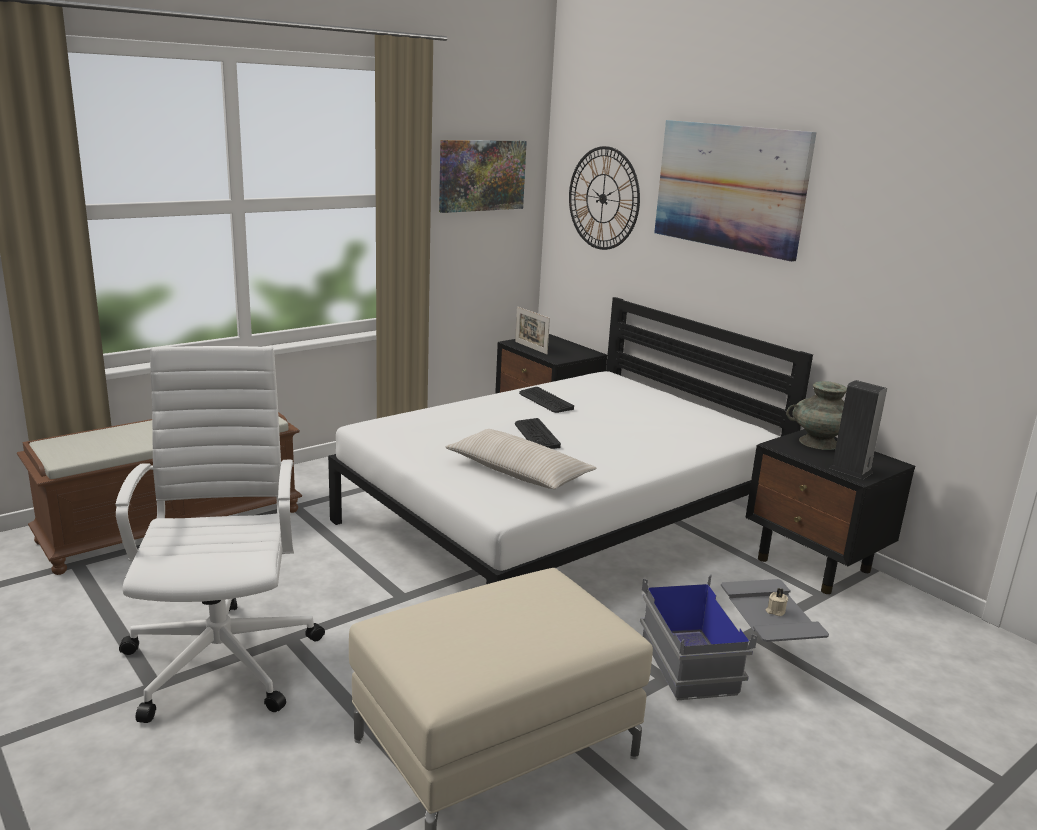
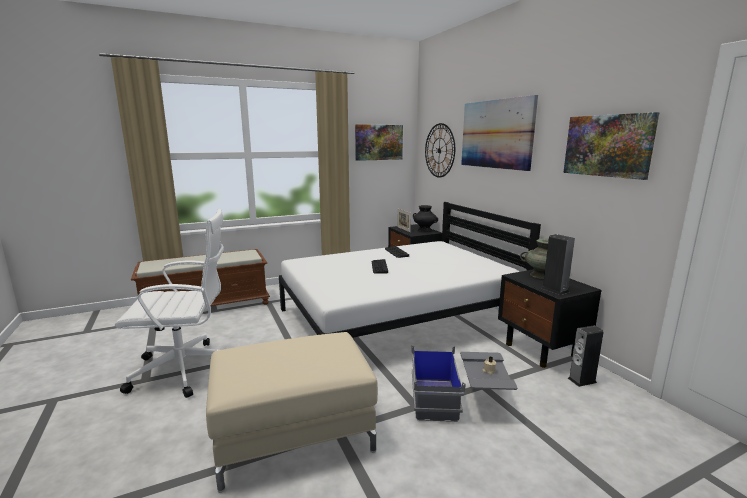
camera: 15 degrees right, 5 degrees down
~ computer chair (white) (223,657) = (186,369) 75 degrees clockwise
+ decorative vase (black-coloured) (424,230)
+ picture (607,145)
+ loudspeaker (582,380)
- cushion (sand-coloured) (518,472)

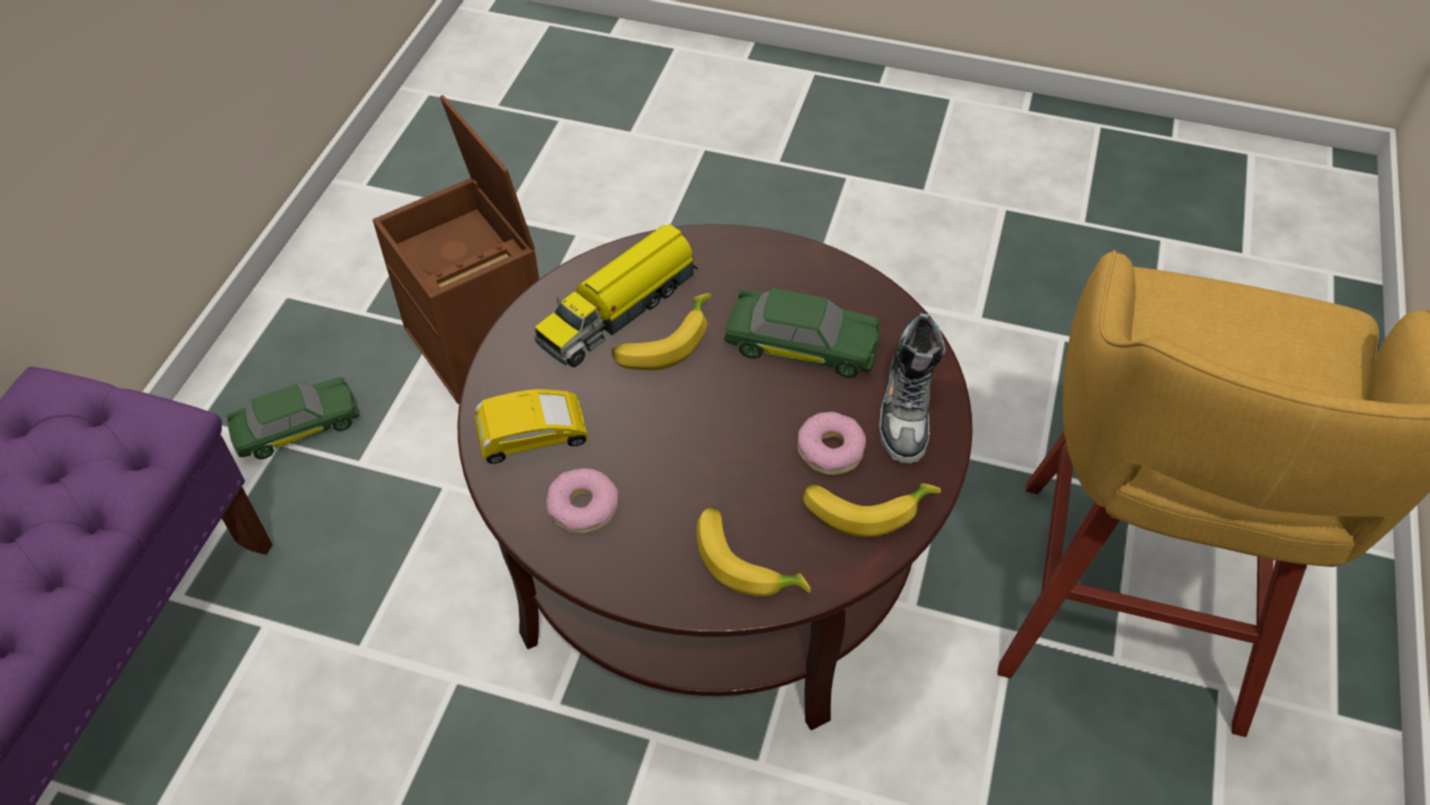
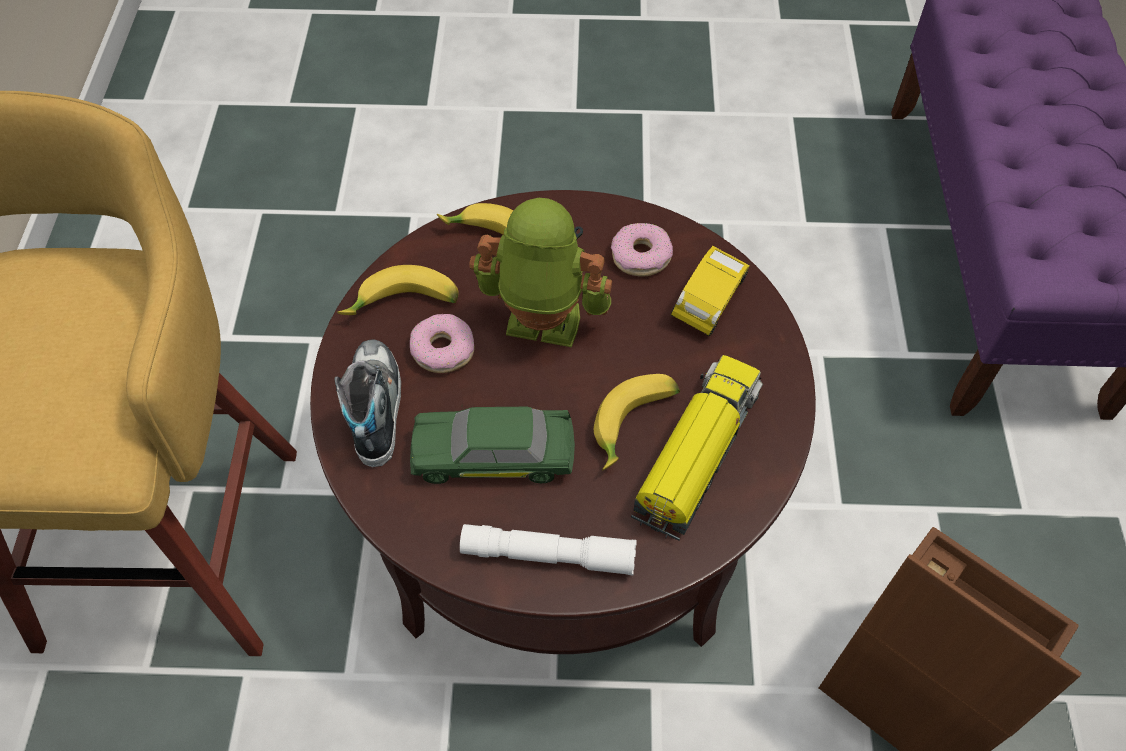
camera: 165 degrees right, 5 degrees up
+ flashlight (white) (548,555)
+ model robot (541,326)
~ miniature car (yellow-coloured) (533,440) = (711,301) 150 degrees clockwise
- miniature car (green-coloured) (297,427)

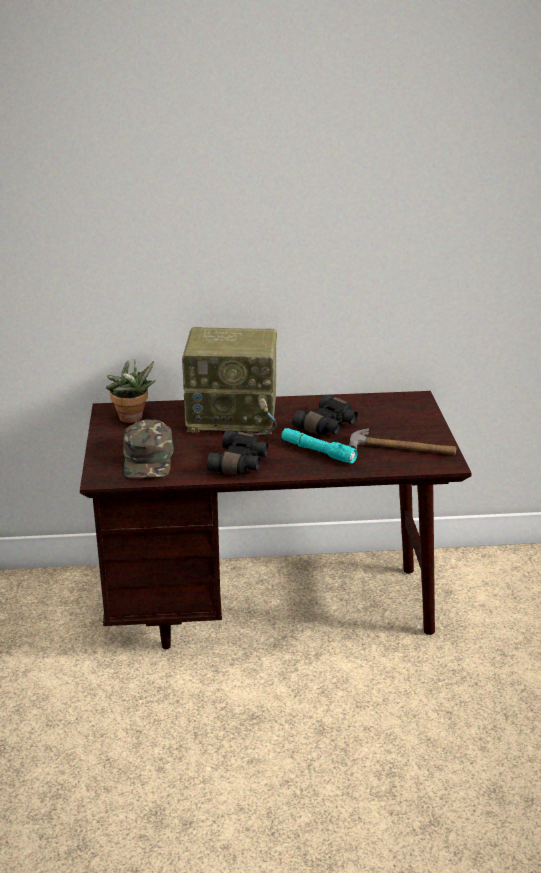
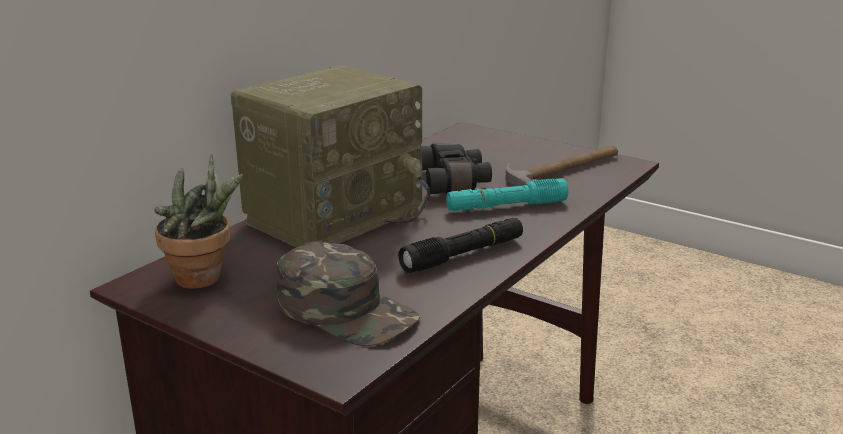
camera: 50 degrees left, 5 degrees down
~ field glasses (black-coloured) (240,463) to flashlight (black-coloured) (463,255)

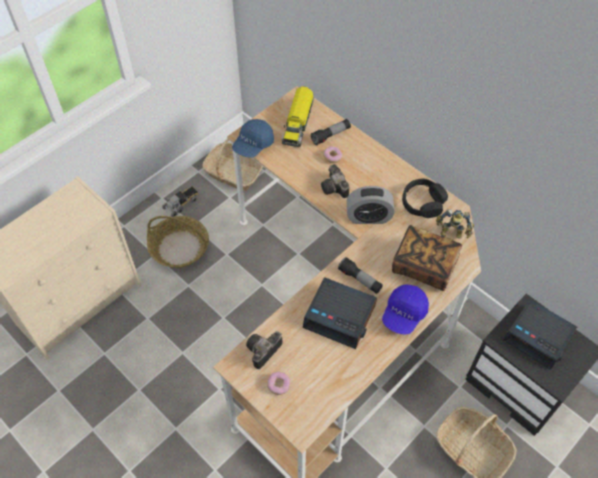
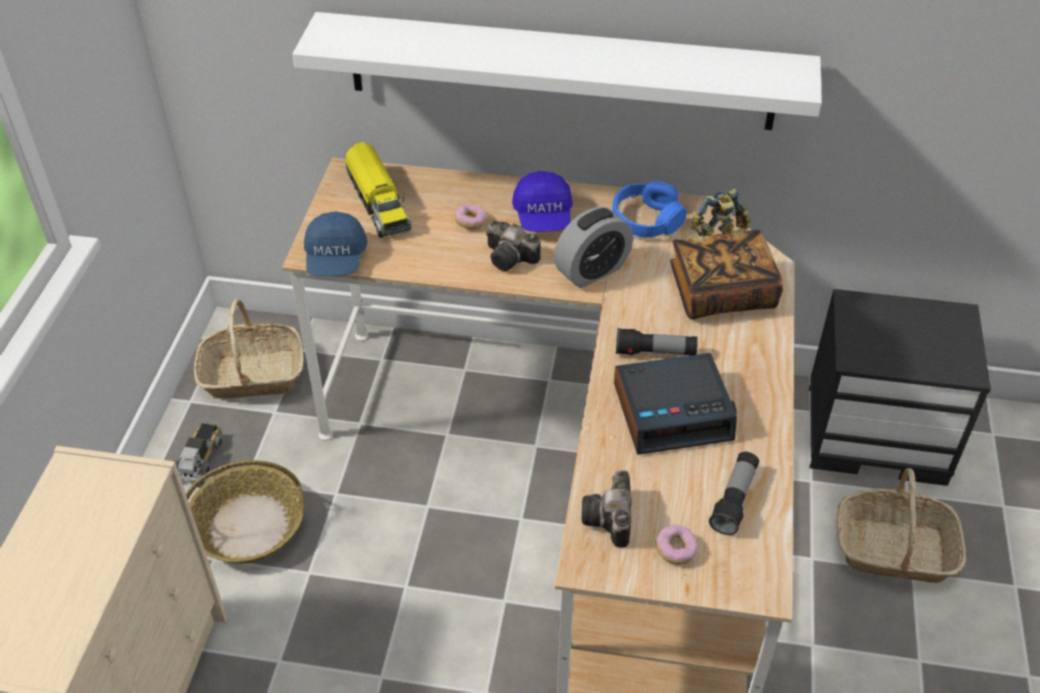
camera: 35 degrees left, 10 degrees down
+ wall shelf (white) (560,71)
~ cap (blue-coloured) (404,314) to (543,217)
~ headset (black-coloured) (423,203) to headset (blue-coloured) (647,220)
~ flashlight (331,135) to (734,500)
- bedside clock (539,337)

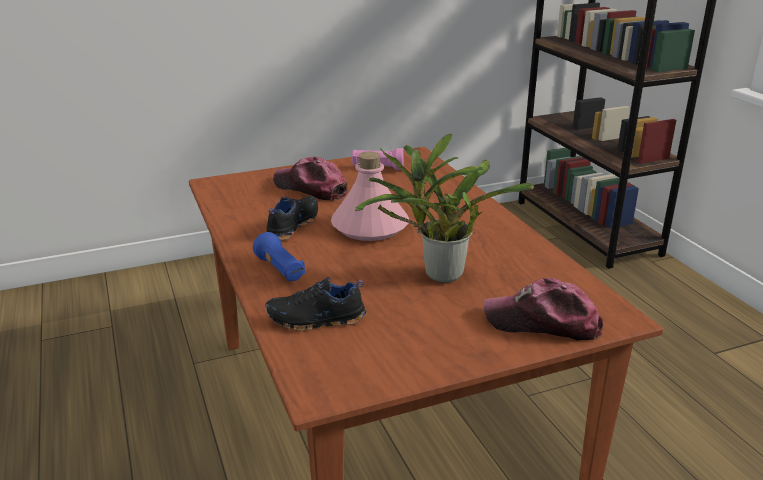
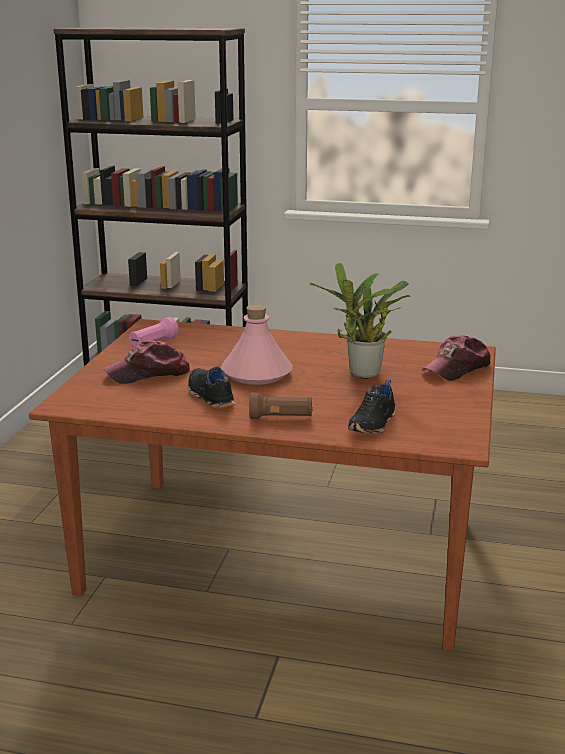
camera: 55 degrees left, 5 degrees down
~ flashlight (blue-coloured) (280,270) to flashlight (brownish) (281,418)

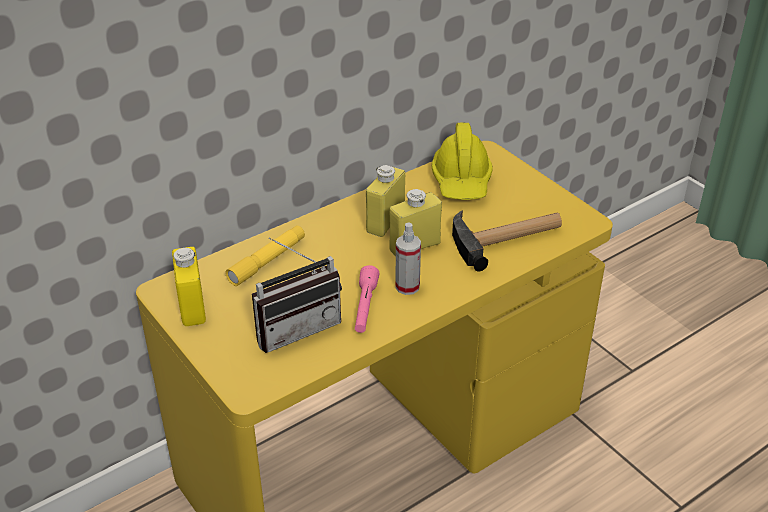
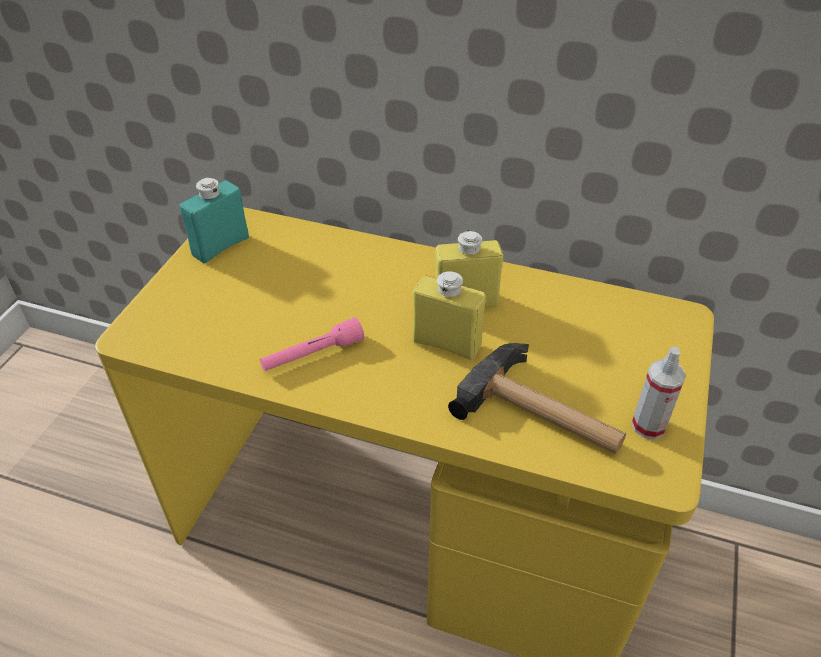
camera: 55 degrees right, 5 degrees up
~ beverage bottle (yellow-coloured) (192,307) to beverage bottle (blue-green) (221,246)
~ sprayer (407,286) to (648,426)
- flashlight (yellow-coloured) (267,261)
- radio receiver (295,327)
- hard hat (yellow-coloured) (462,180)

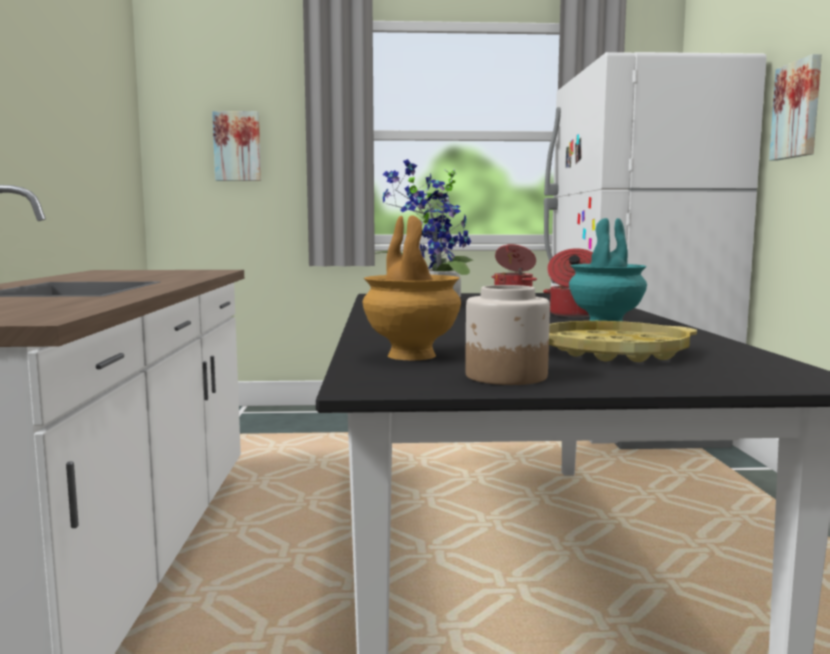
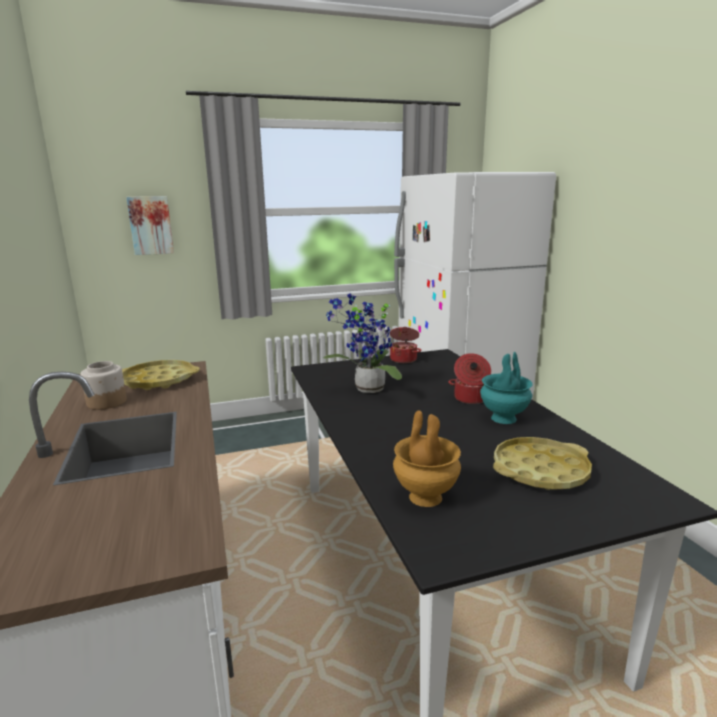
camera: 15 degrees left, 10 degrees up
~ preserve jar (506,376) to (106,402)
+ tray (yellow-coloured) (158,380)
- picture (798,110)

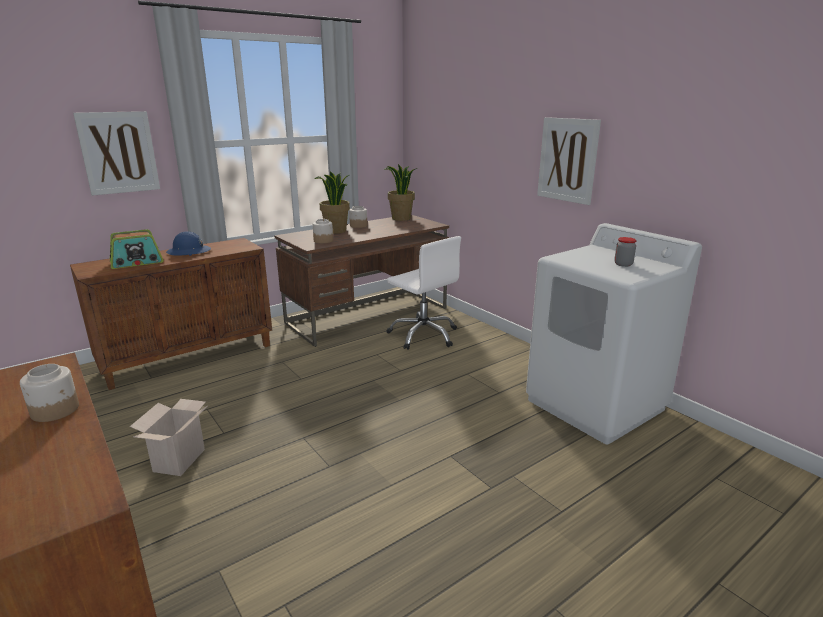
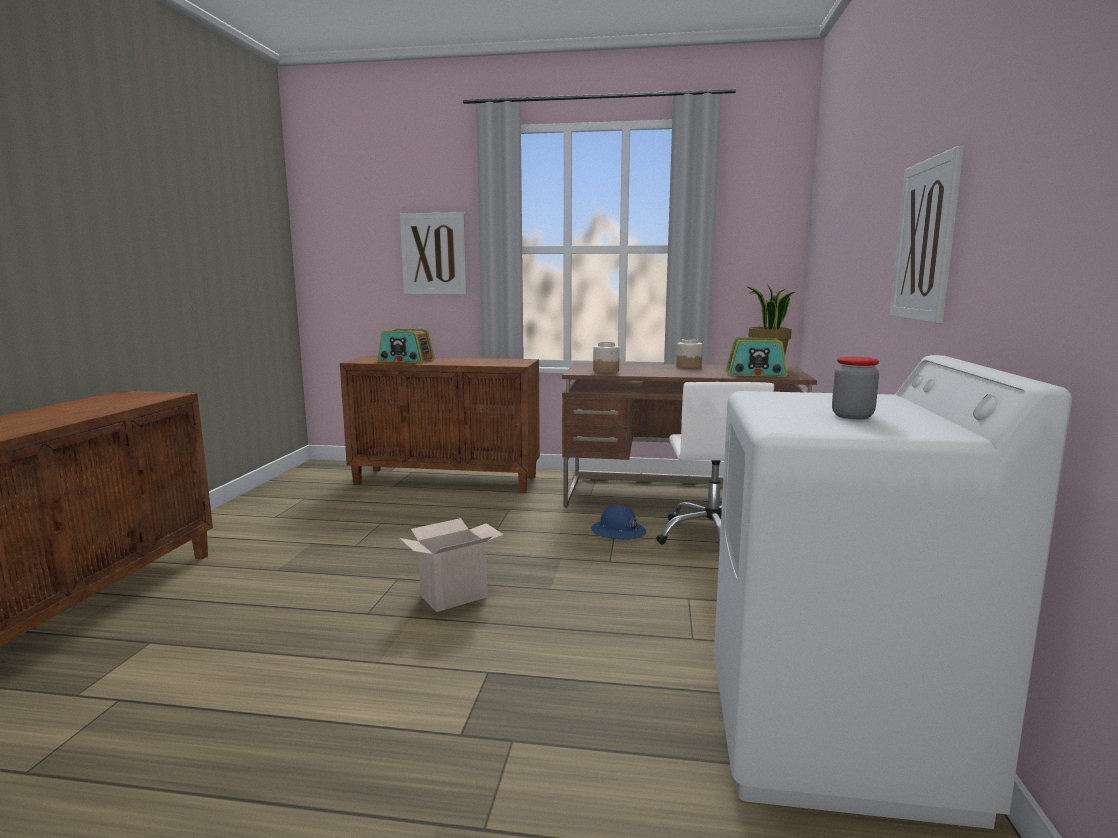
camera: 45 degrees right, 10 degrees down
~ packing box (179,459) to (454,595)
~ hard hat (blue-coloured) (189,252) to (618,532)
+ radio receiver (755,374)
- preserve jar (56,410)
- houseplant (336,231)

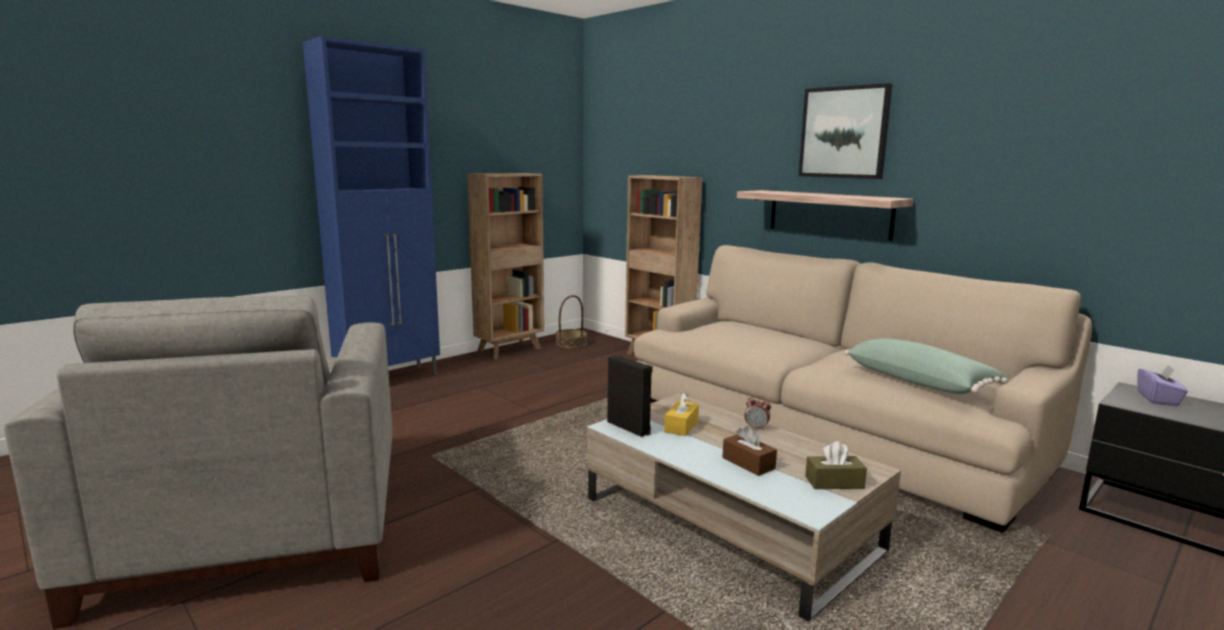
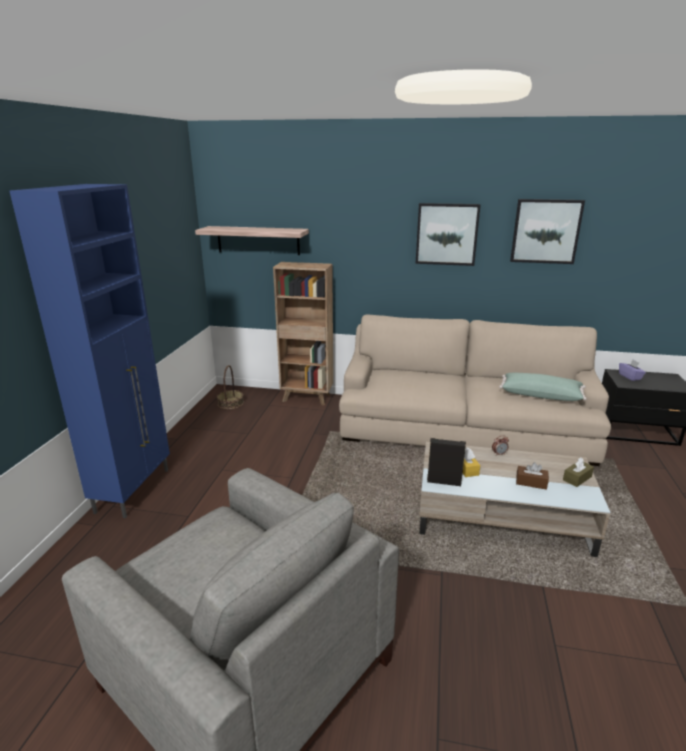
camera: 35 degrees left, 10 degrees up
~ wall shelf (829,214) to (258,240)
+ picture (545,231)
- bookcase (brownish) (510,350)

